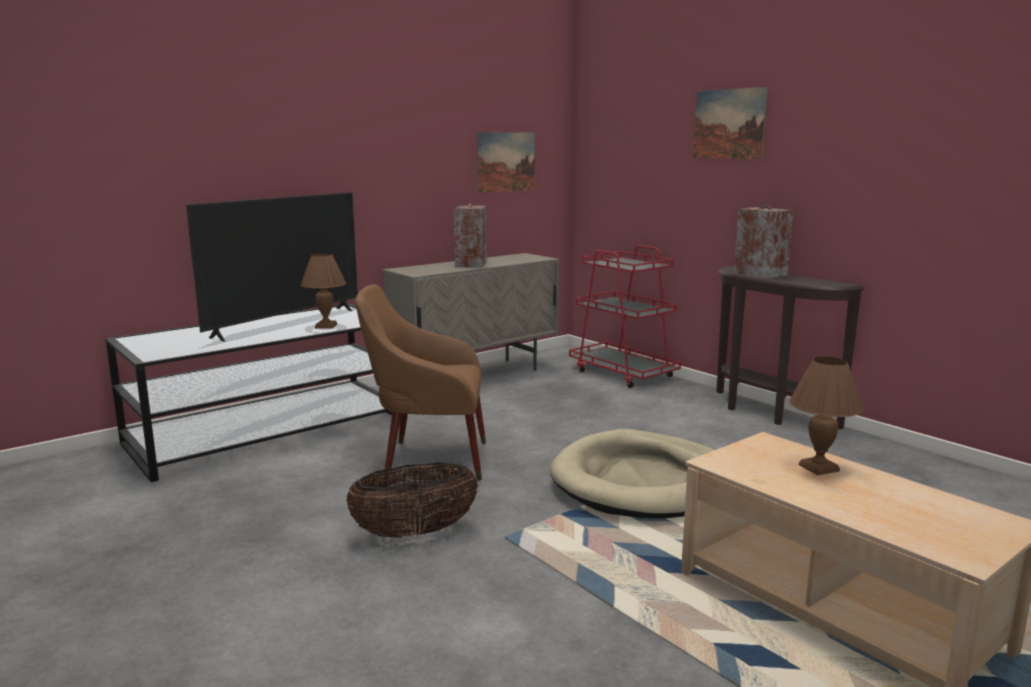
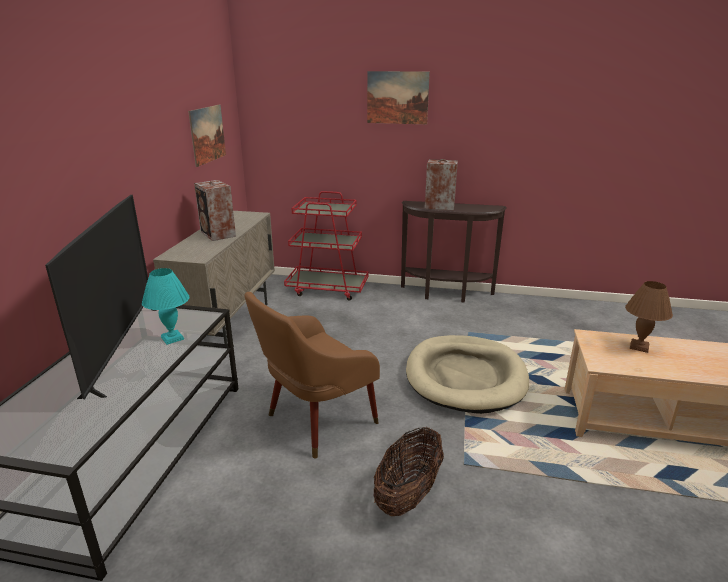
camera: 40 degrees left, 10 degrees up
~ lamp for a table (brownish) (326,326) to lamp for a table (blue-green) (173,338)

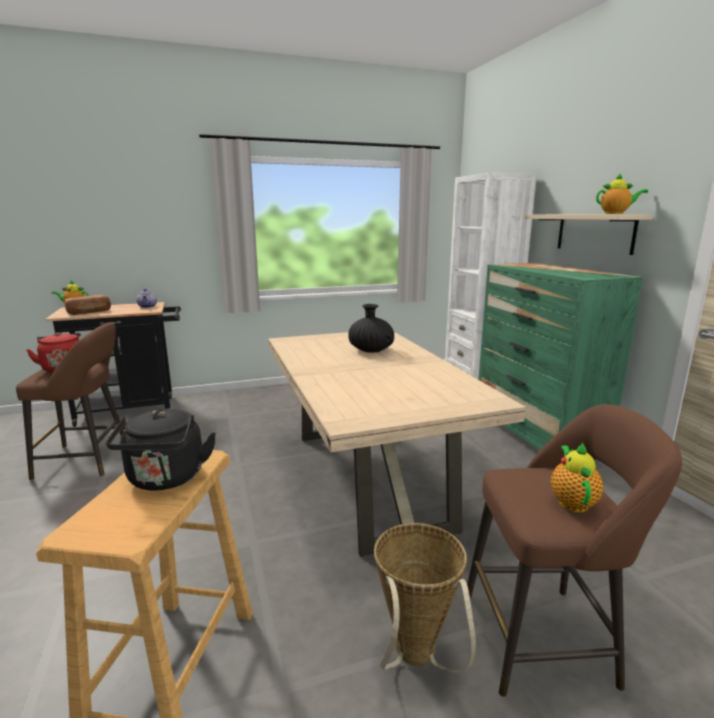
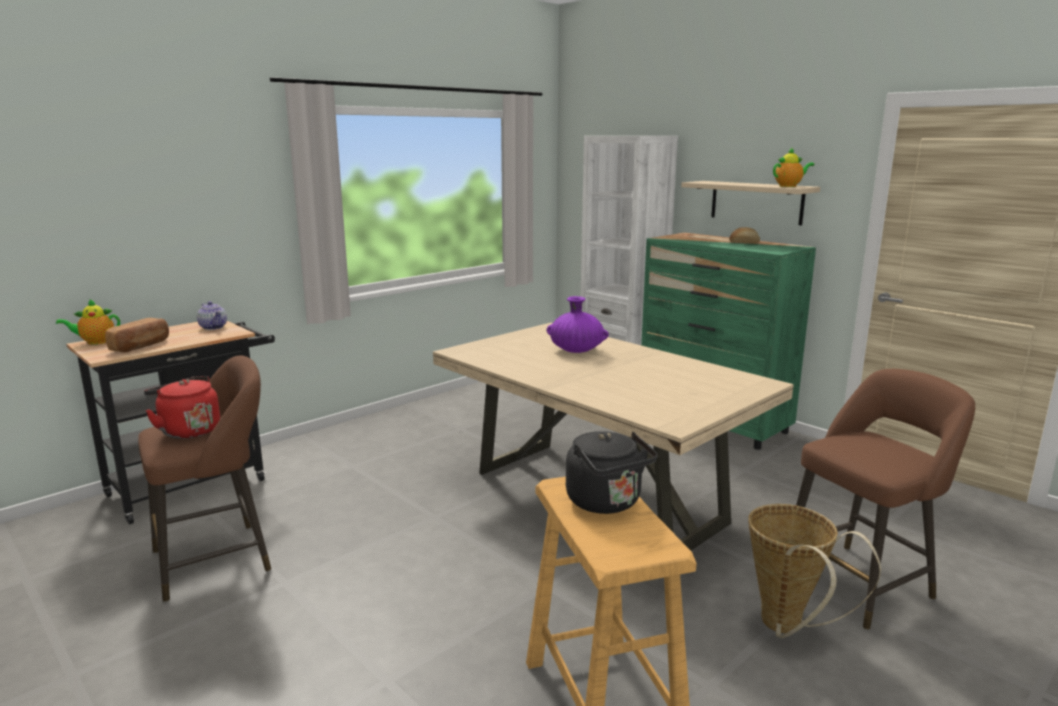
camera: 25 degrees left, 0 degrees up
~ decorative vase (black-coloured) (371,351) to decorative vase (purple) (576,351)
+ bakery bread (744,243)
- teapot (572,501)

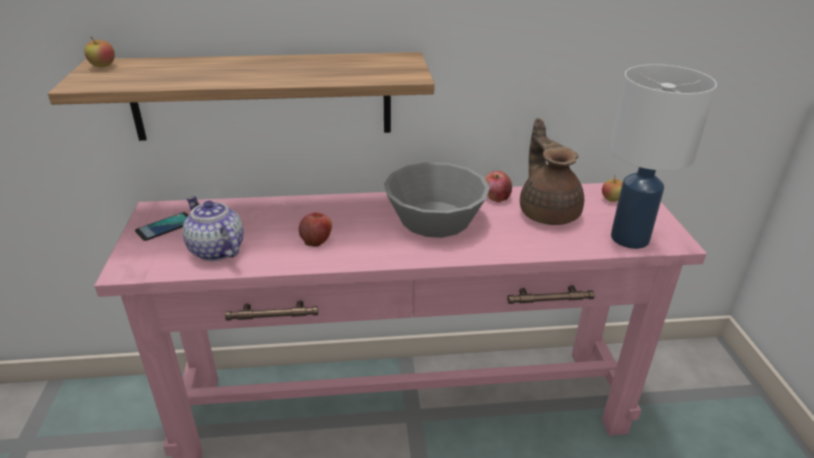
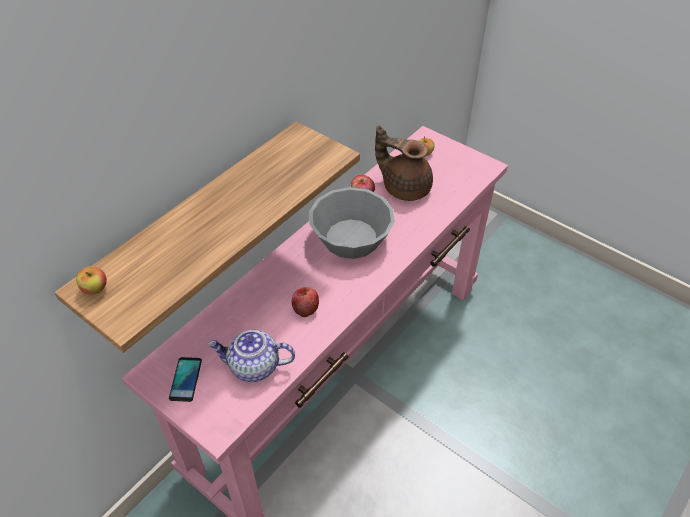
camera: 45 degrees left, 15 degrees up
- lamp for a table (white) (629,239)

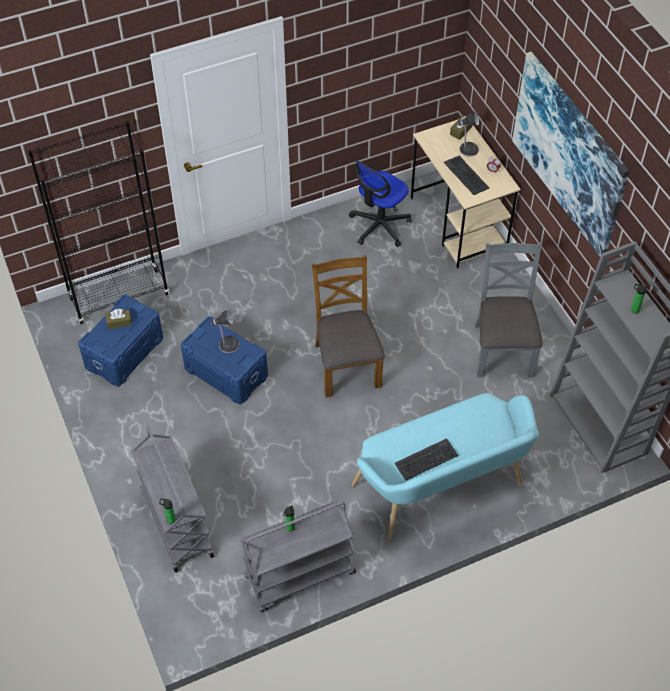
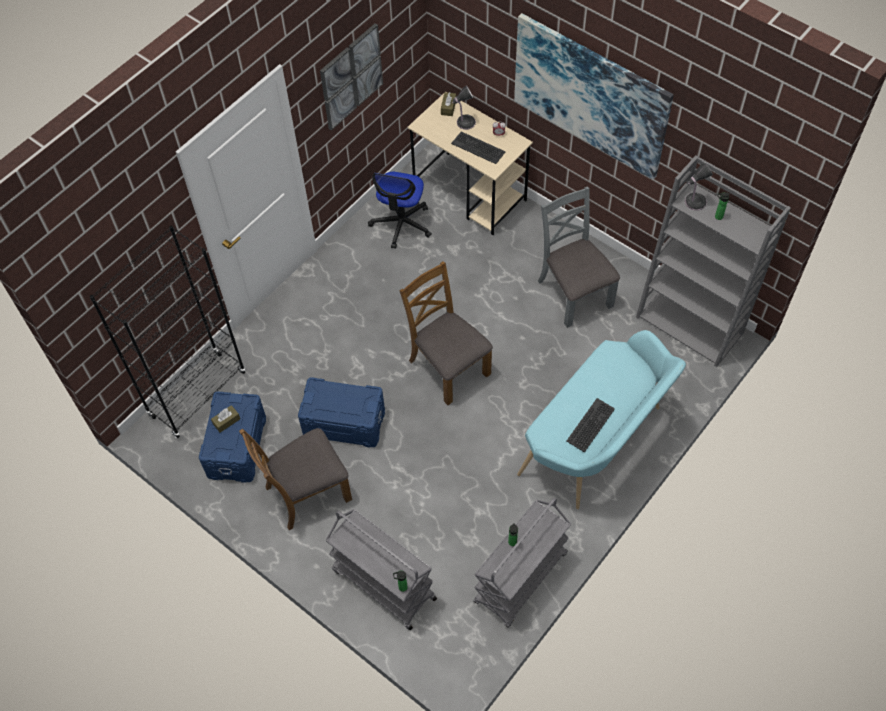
camera: 25 degrees left, 5 degrees up
+ plain chair (brownish) (307,492)
+ picture (351,76)
~ lamp for a table (227,344) to (694,202)

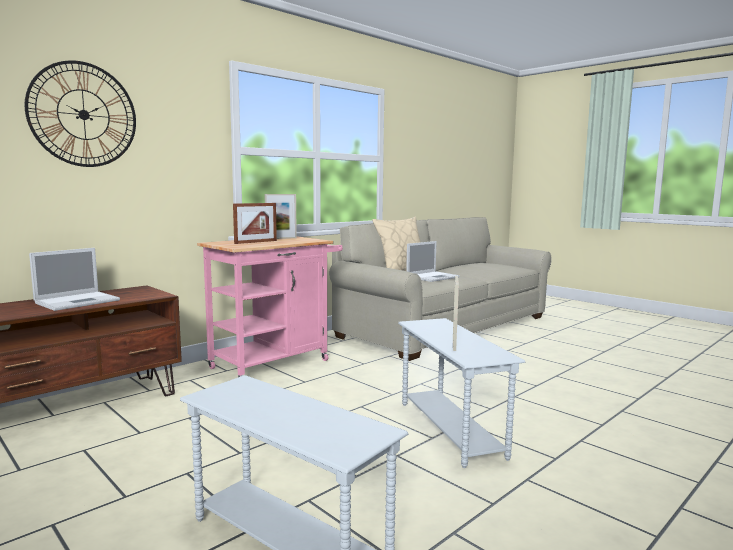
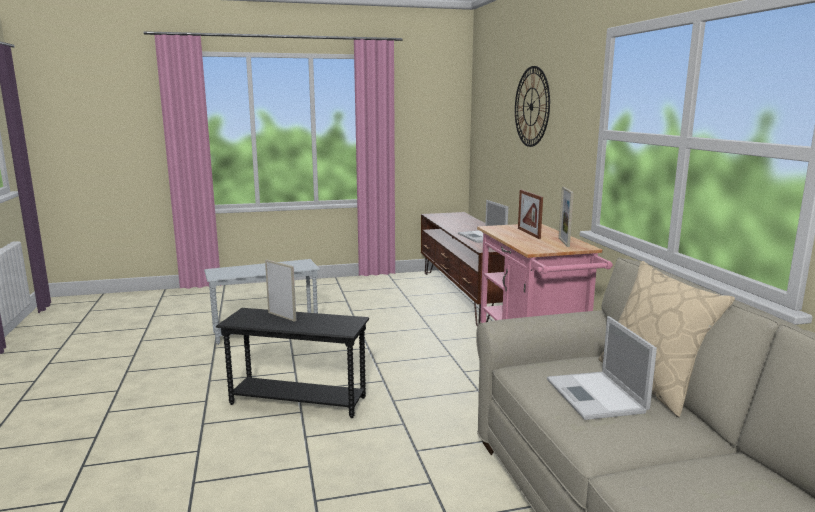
camera: 120 degrees right, 5 degrees up
~ side table (white) (449,430) to side table (black-coloured) (298,400)

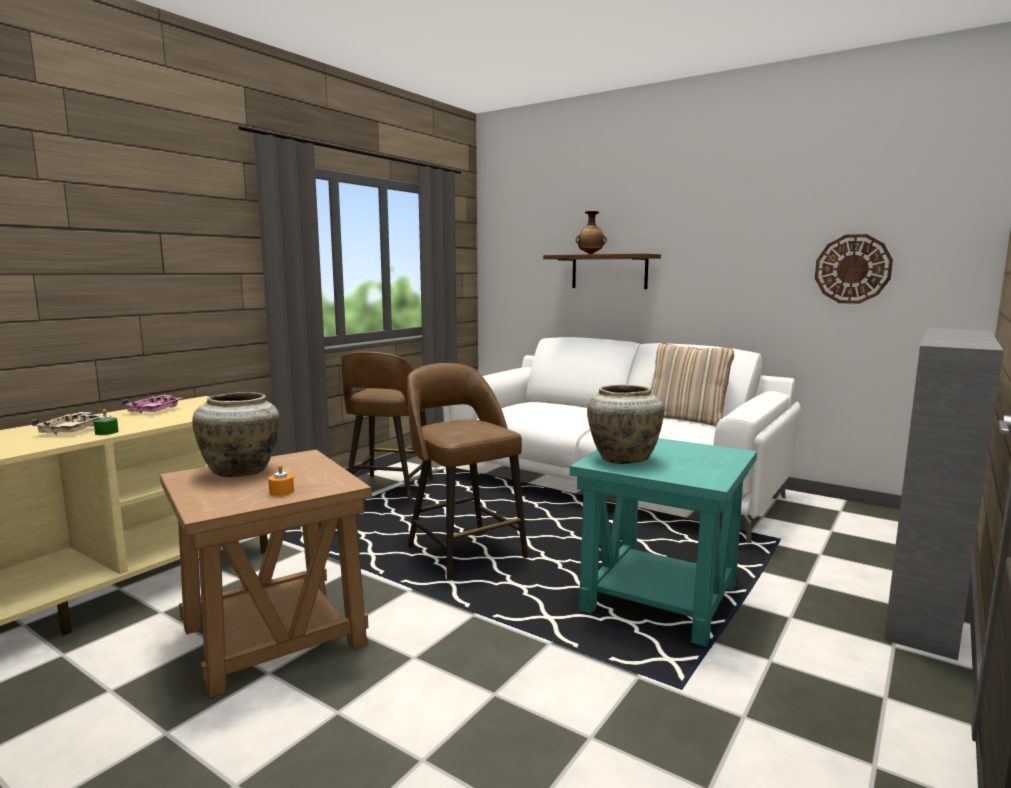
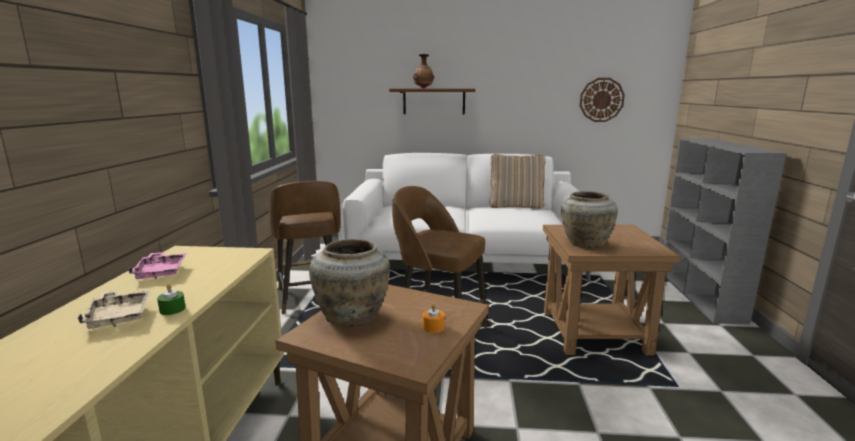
camera: 30 degrees left, 5 degrees up
~ side table (blue-green) (661,599) to side table (brownish) (595,332)

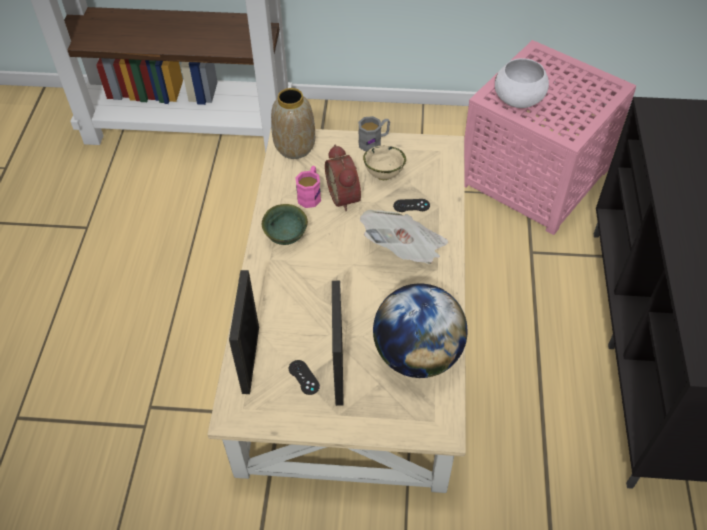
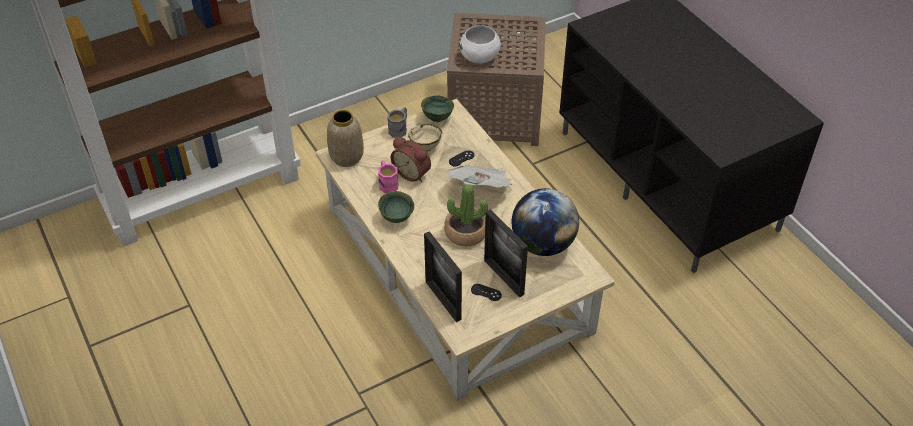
camera: 35 degrees left, 5 degrees down
+ deep dish (green-coloured) (436,118)
+ houseplant (466,232)
~ side table (pink) (536,176) to side table (brownish) (496,112)

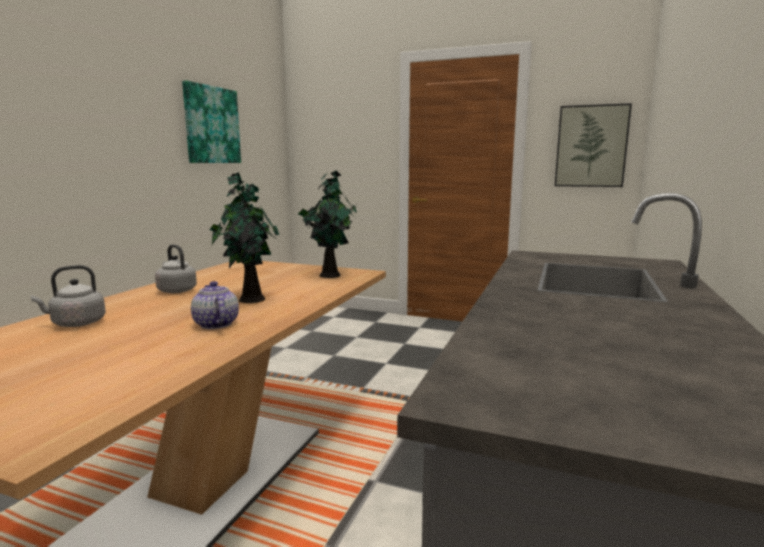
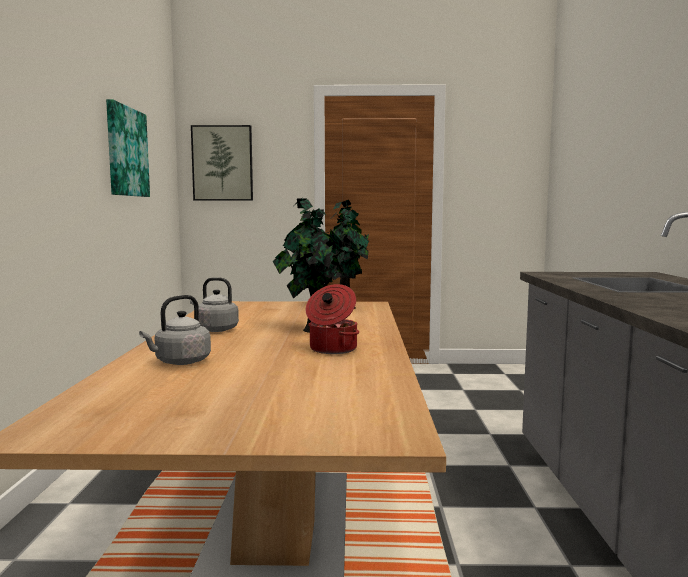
camera: 20 degrees left, 5 degrees down
~ picture (591,146) to (222,163)
~ teapot (215,324) to saucepot (332,349)

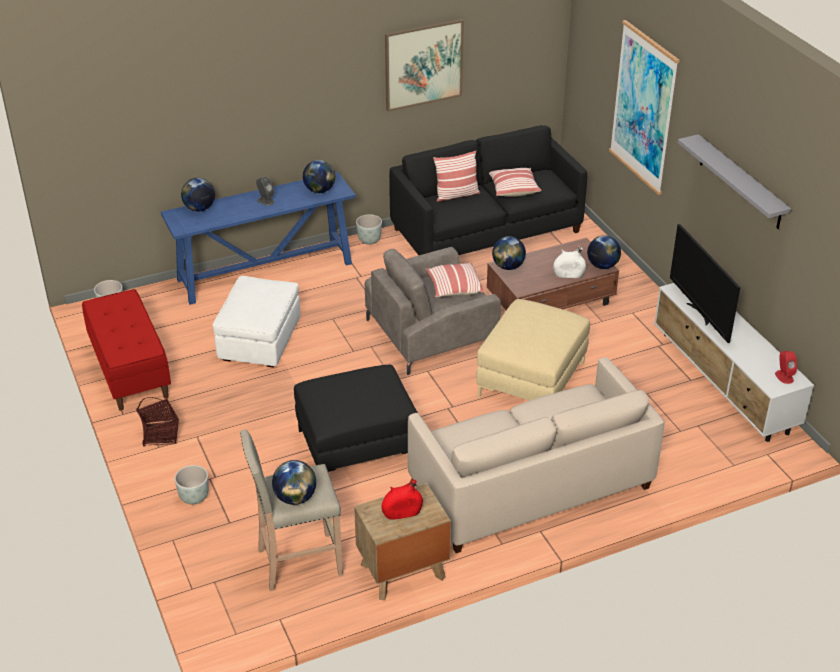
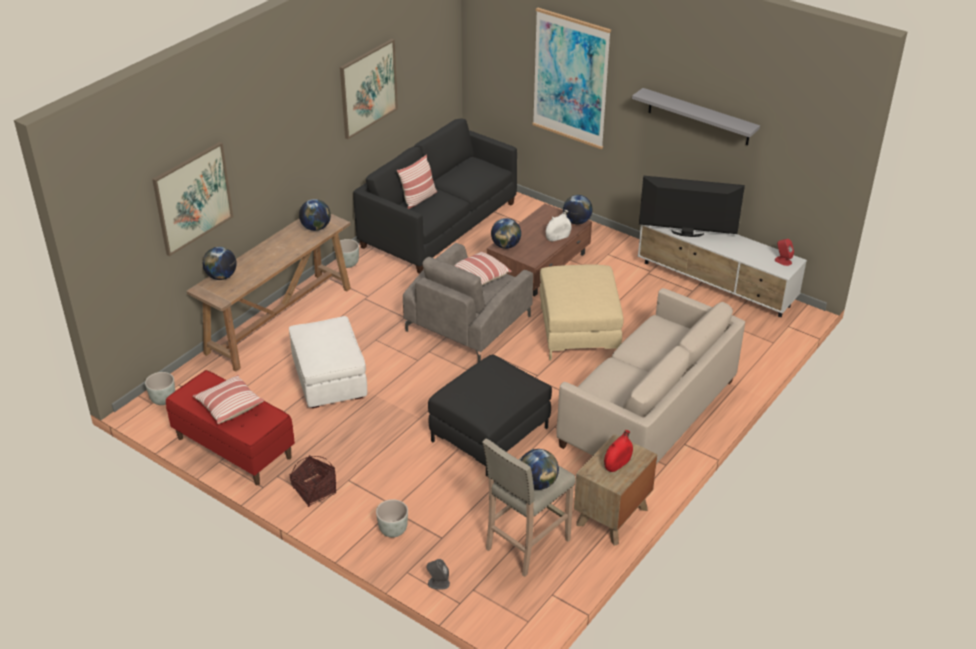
camera: 30 degrees left, 0 degrees up
+ picture (193,198)
~ console table (blue-coloured) (266,271) to console table (brownish) (280,319)
~ cushion (513,189) to (229,406)
~ loudspeaker (greyish) (265,201) to (438,583)
~ TV set (700,313) = (687,234) 150 degrees clockwise

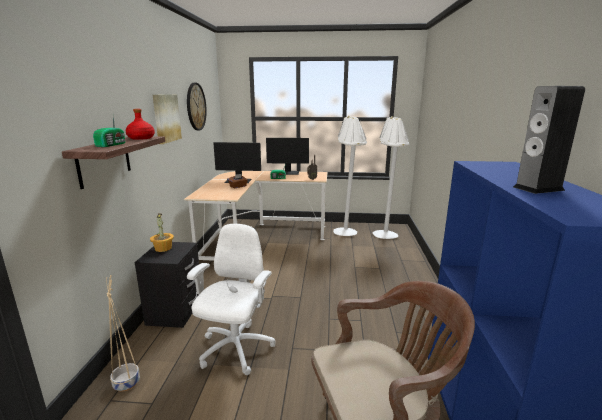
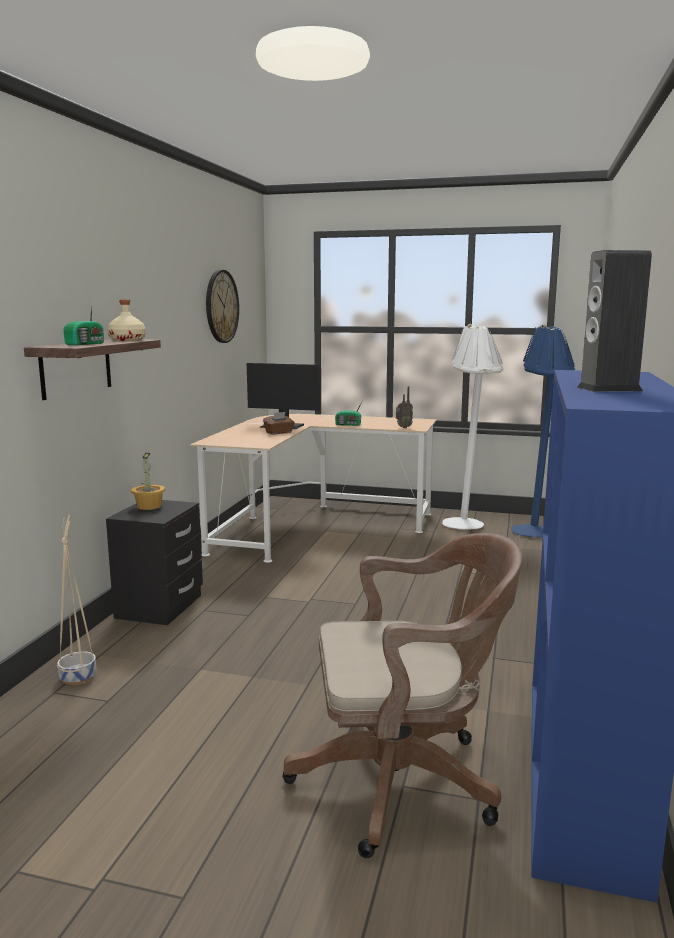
camera: 10 degrees right, 5 degrees down
~ beverage bottle (reddish) (141,138) to beverage bottle (sand-coloured) (127,340)
~ standing lamp (white) (387,233) to standing lamp (blue-coloured) (538,529)
- picture (166,118)
- computer chair (white) (235,349)
- computer screen (287,173)

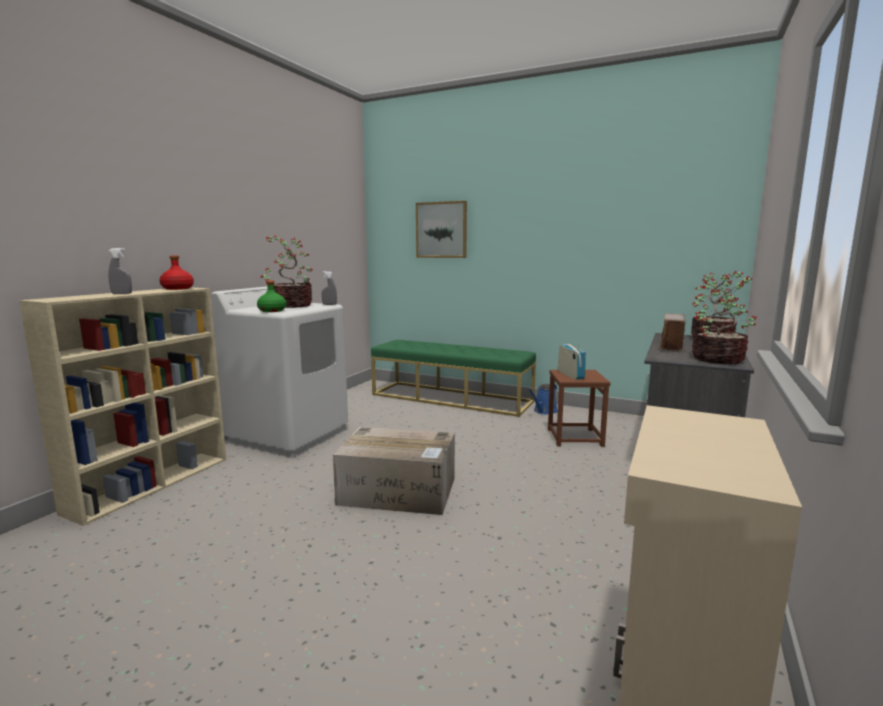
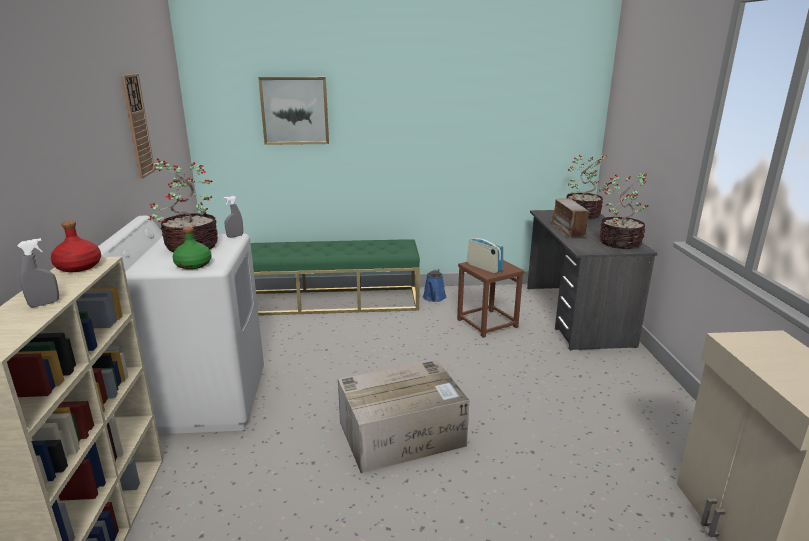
camera: 30 degrees left, 10 degrees up
+ hanging clock (137,126)

